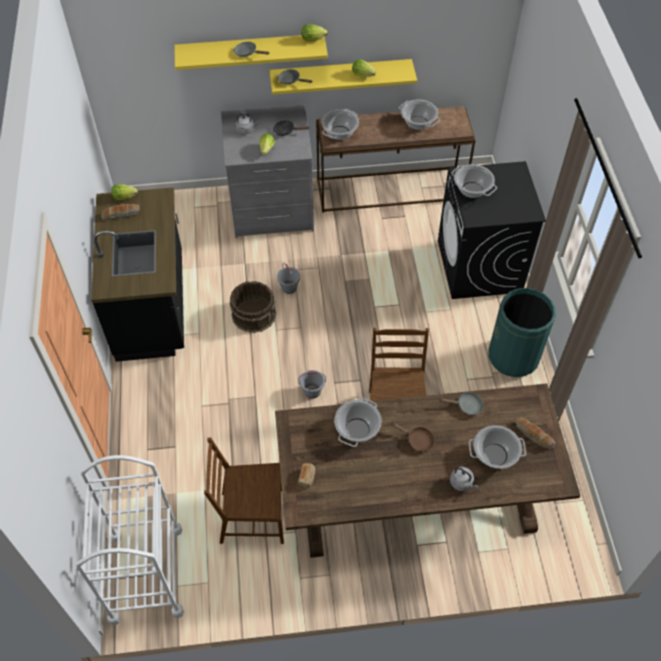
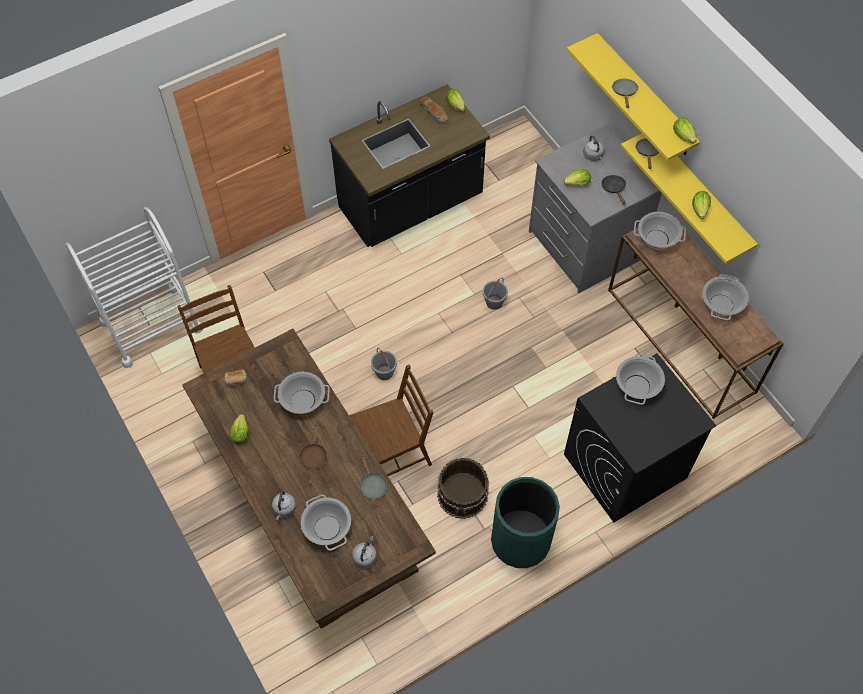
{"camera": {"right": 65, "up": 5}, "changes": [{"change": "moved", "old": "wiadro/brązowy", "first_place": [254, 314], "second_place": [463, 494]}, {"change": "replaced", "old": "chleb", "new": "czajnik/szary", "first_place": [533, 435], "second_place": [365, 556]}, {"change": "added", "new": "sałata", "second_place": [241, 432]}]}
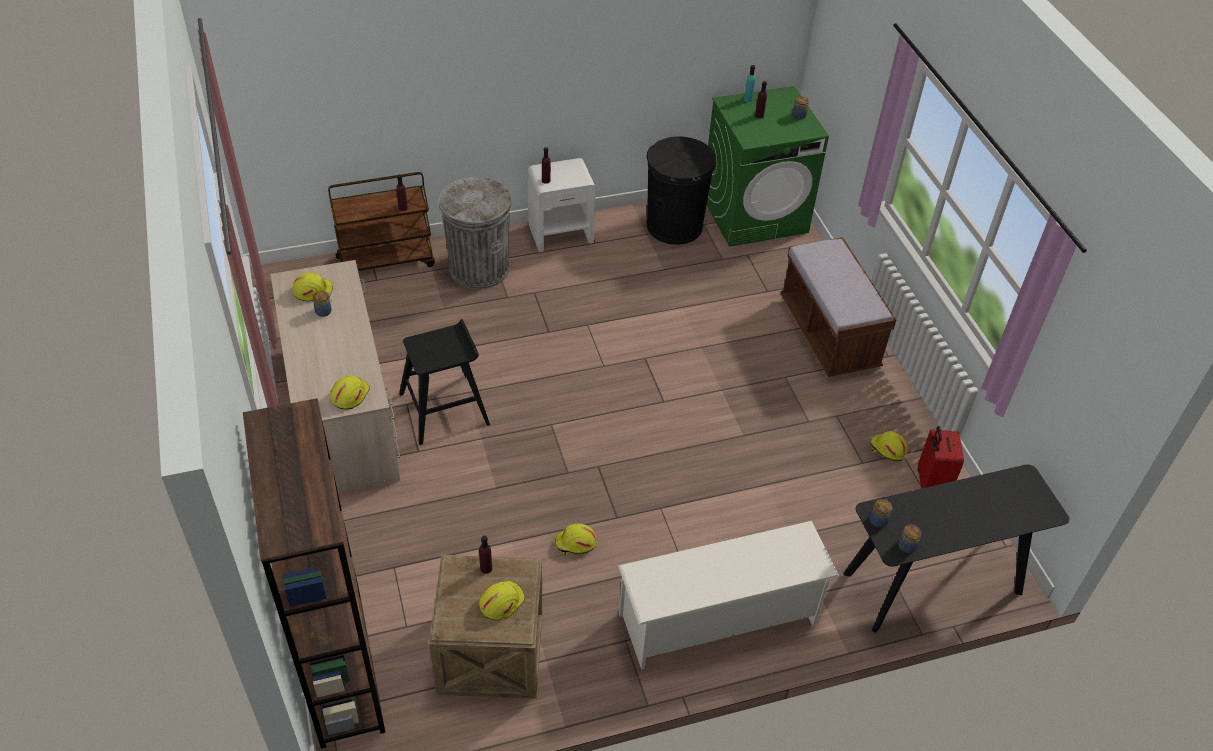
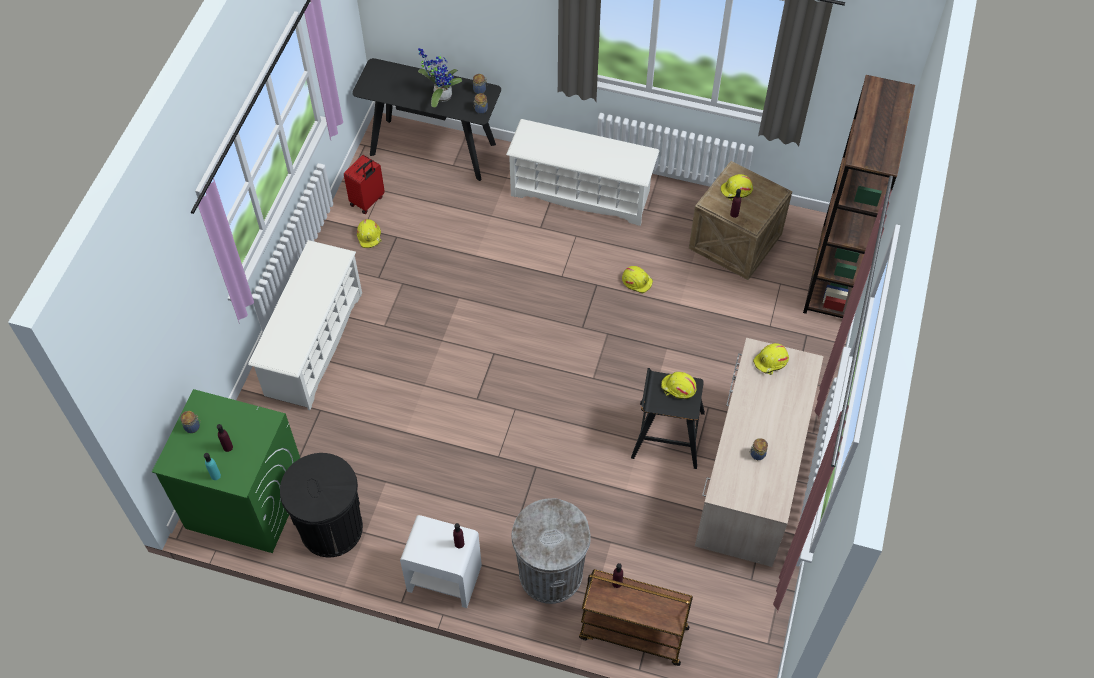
{"camera": {"right": -145, "up": 10}, "changes": [{"change": "moved", "old": "kask/żółty", "first_place": [313, 291], "second_place": [678, 388]}, {"change": "replaced", "old": "ławka/brązowy", "new": "regał na buty/biały", "first_place": [828, 334], "second_place": [313, 344]}, {"change": "added", "new": "roślina doniczkowa", "second_place": [440, 96]}]}
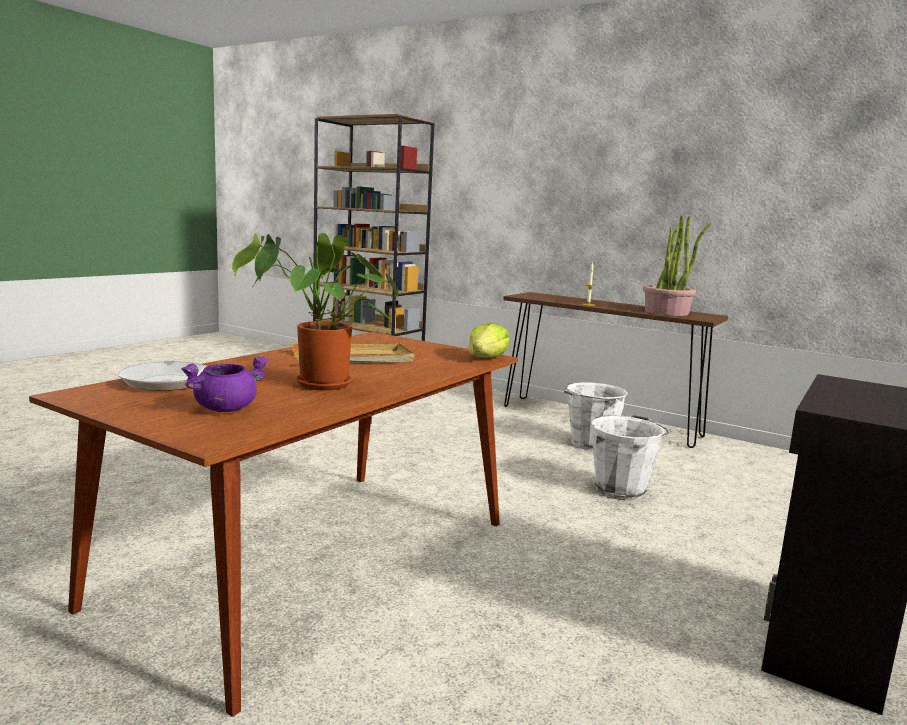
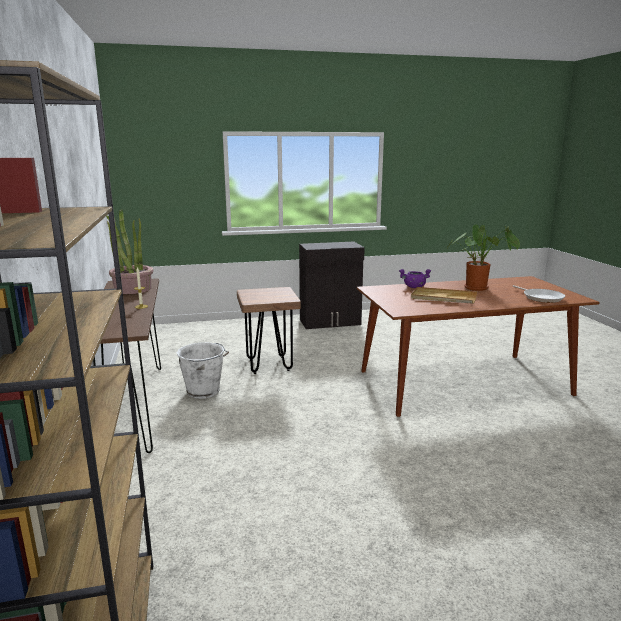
{"camera": {"right": -135, "up": 5}, "changes": [{"change": "moved", "old": "garnek/fioletowy", "first_place": [226, 408], "second_place": [414, 287]}, {"change": "removed", "old": "sałata", "first_place": [486, 358]}, {"change": "replaced", "old": "wiadro/biały", "new": "stołek/brązowy", "first_place": [621, 489], "second_place": [269, 365]}]}
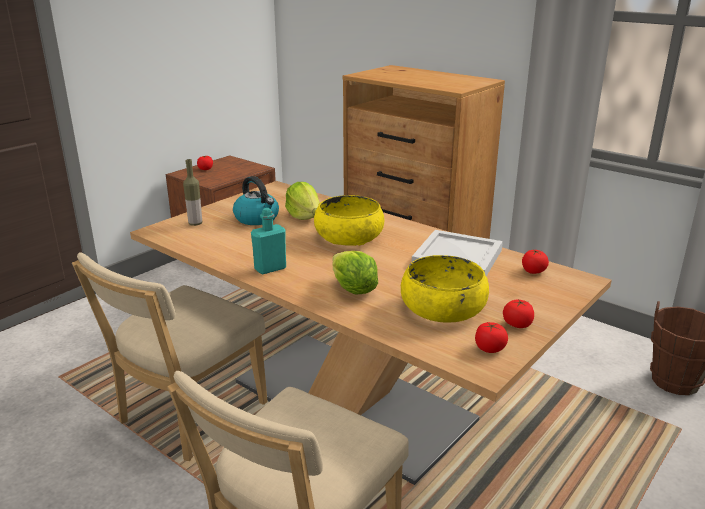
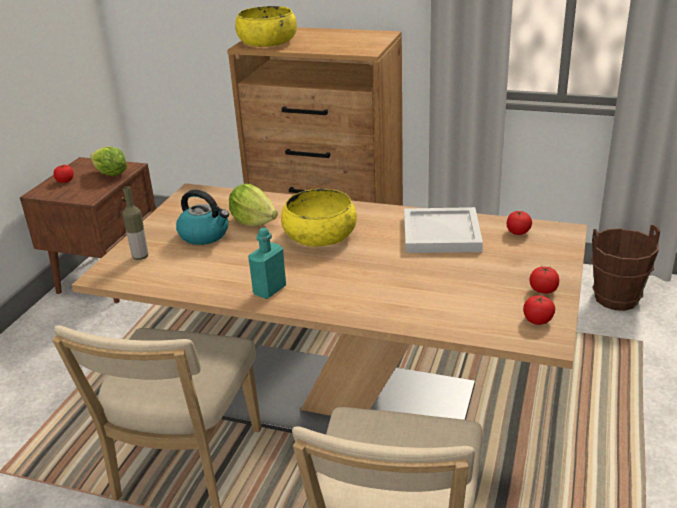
{"camera": {"right": -20, "up": 5}, "changes": [{"change": "moved", "old": "sałata", "first_place": [353, 290], "second_place": [110, 174]}, {"change": "moved", "old": "miska/żółty", "first_place": [442, 308], "second_place": [267, 42]}]}
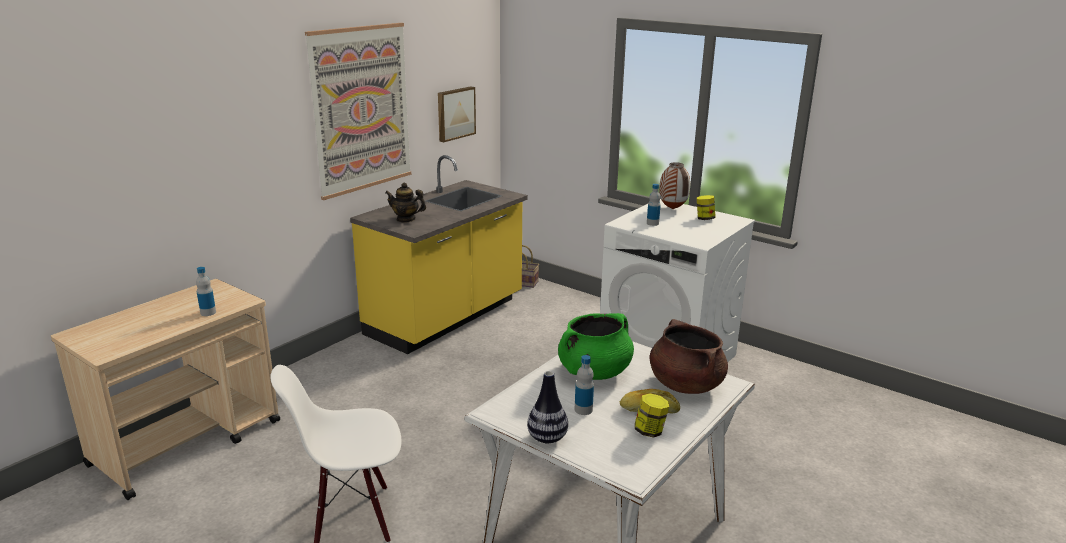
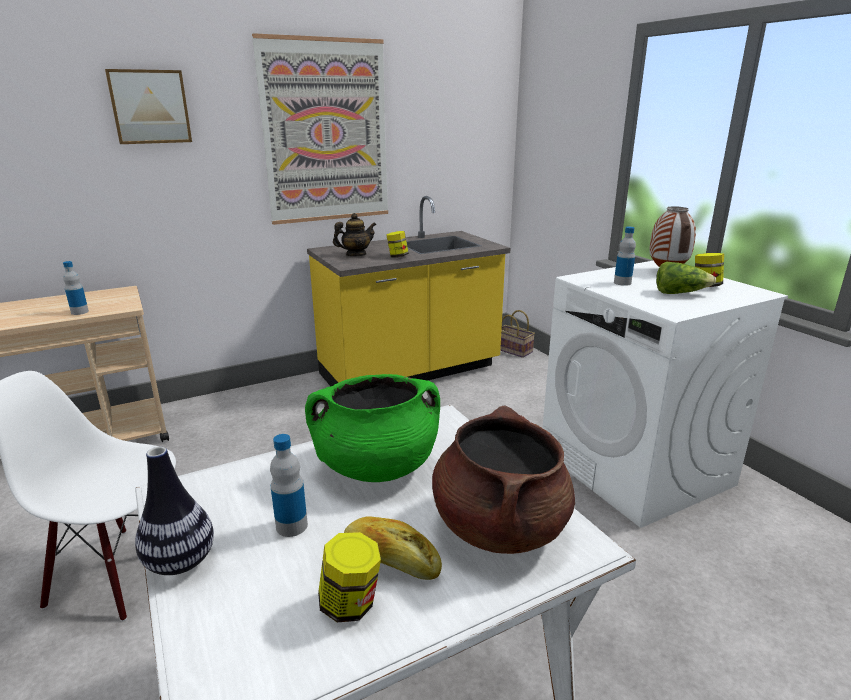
{"camera": {"right": 25, "up": 0}, "changes": [{"change": "turned", "old": "imbryk", "first_place": [406, 219], "second_place": [356, 255], "degrees": 120}, {"change": "moved", "old": "obraz", "first_place": [455, 113], "second_place": [150, 107]}, {"change": "added", "new": "słoik", "second_place": [397, 256]}, {"change": "added", "new": "sałata", "second_place": [679, 293]}]}
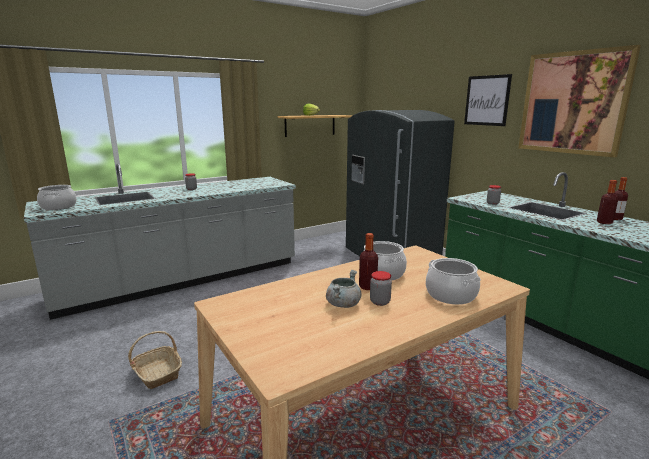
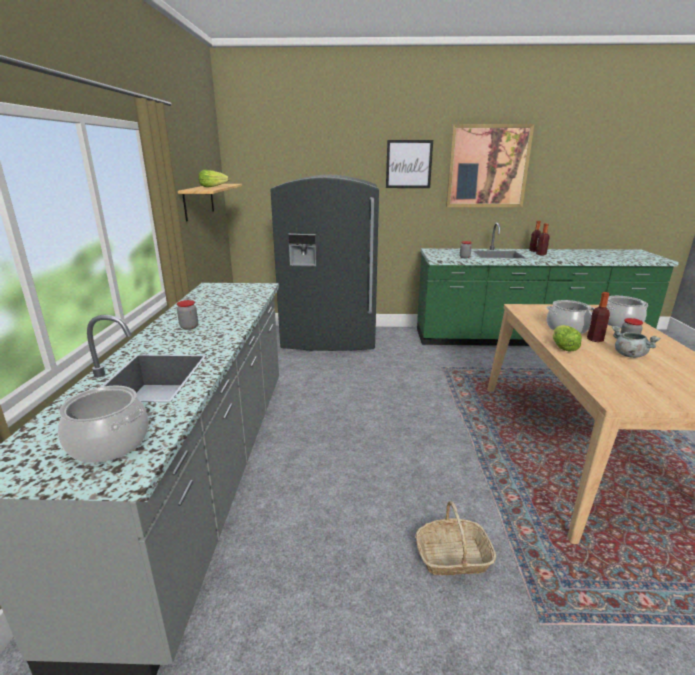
{"camera": {"right": -55, "up": 5}, "changes": [{"change": "added", "new": "sałata", "second_place": [563, 347]}]}
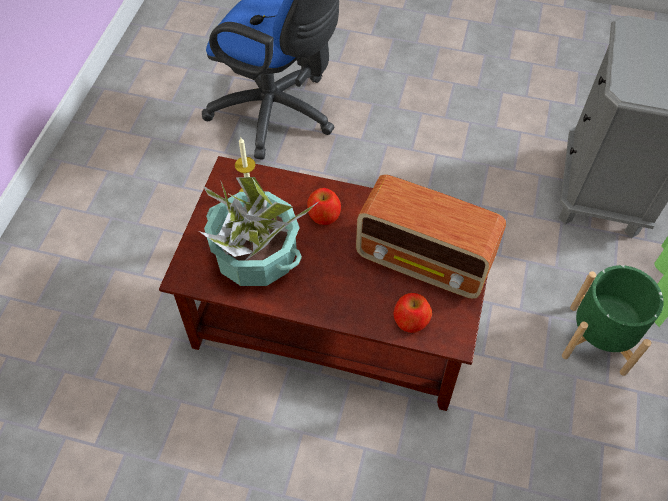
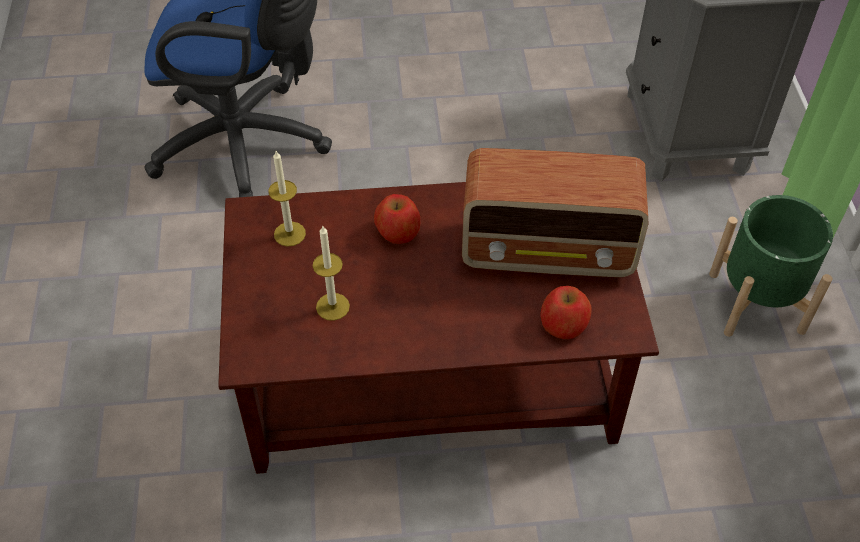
{"camera": {"right": -20, "up": -5}, "changes": [{"change": "replaced", "old": "roślina doniczkowa", "new": "świeca", "first_place": [256, 256], "second_place": [332, 306]}]}
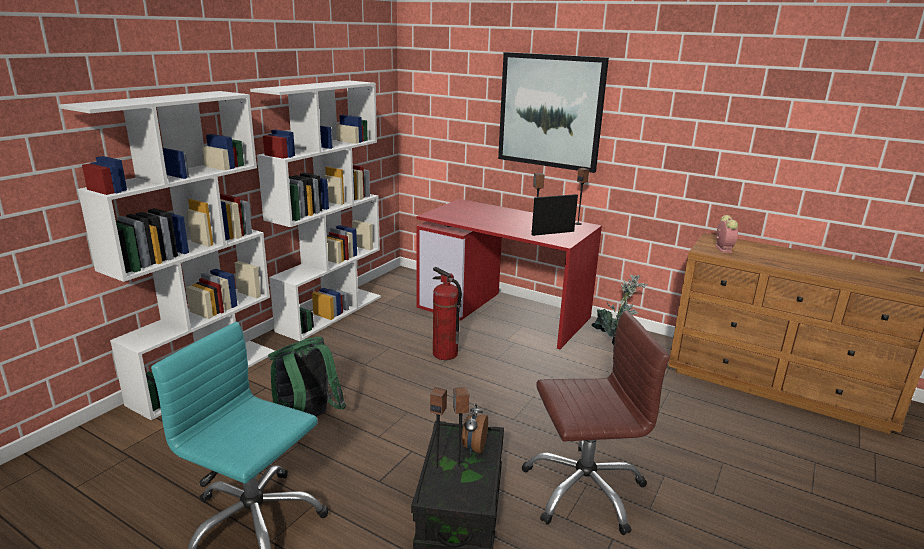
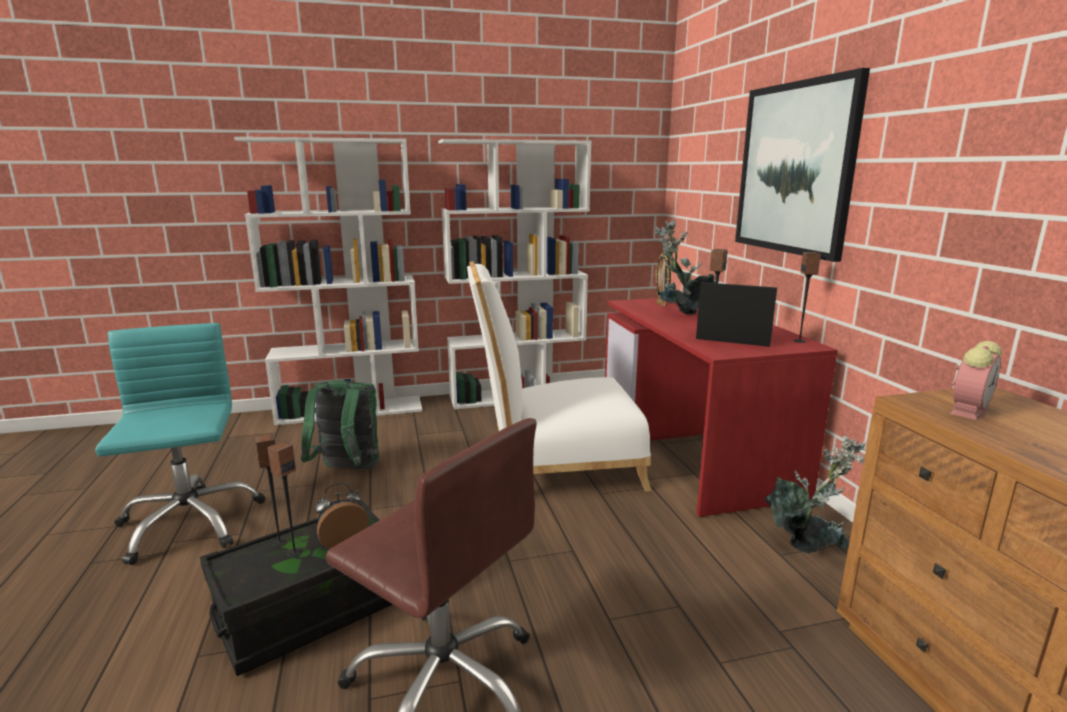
{"camera": {"right": 45, "up": -5}, "changes": [{"change": "replaced", "old": "gaśnica", "new": "krzesło/biały", "first_place": [445, 354], "second_place": [555, 467]}, {"change": "added", "new": "roślina doniczkowa", "second_place": [681, 315]}, {"change": "added", "new": "ramka na zdjęcie", "second_place": [661, 304]}]}
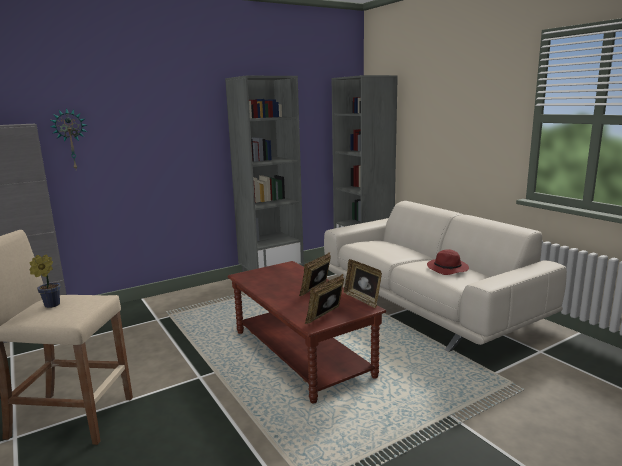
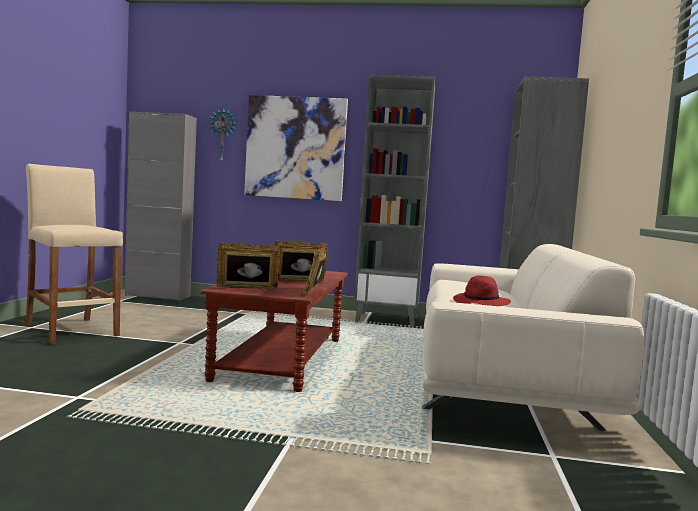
{"camera": {"right": 40, "up": -10}, "changes": [{"change": "removed", "old": "roślina doniczkowa", "first_place": [50, 305]}, {"change": "added", "new": "obraz", "second_place": [295, 148]}]}
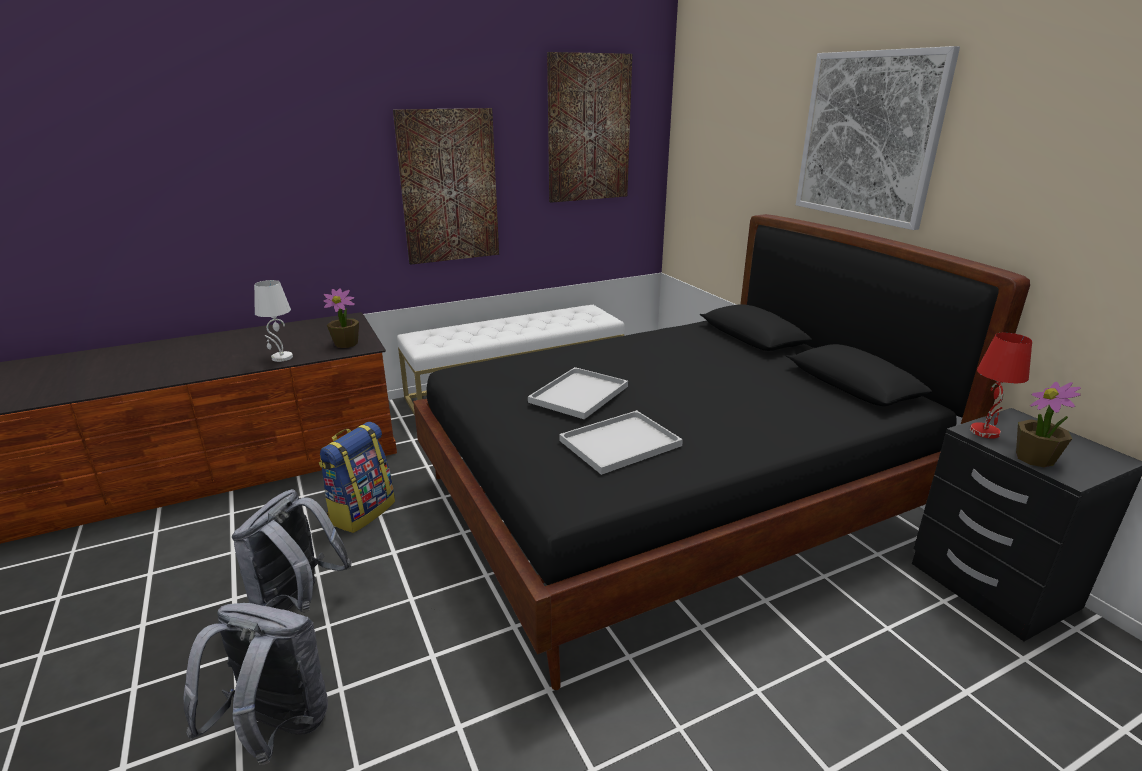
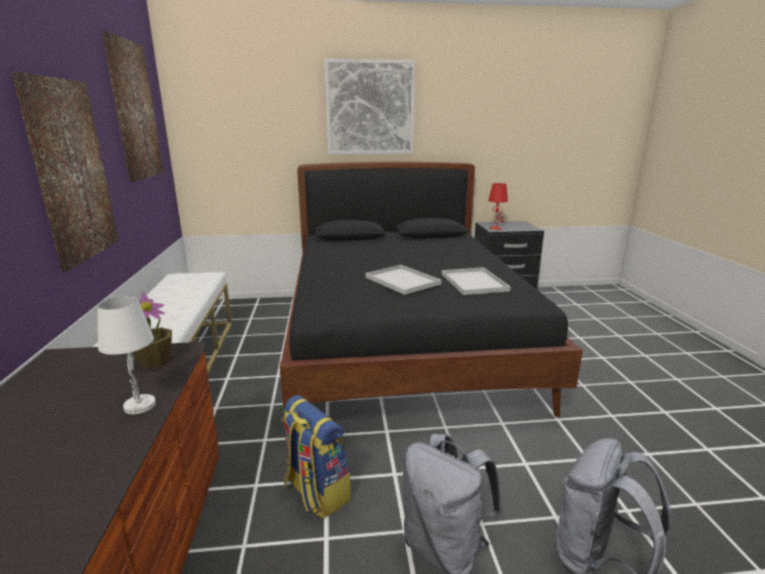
{"camera": {"right": -70, "up": -5}, "changes": [{"change": "removed", "old": "roślina doniczkowa", "first_place": [1034, 459]}]}
